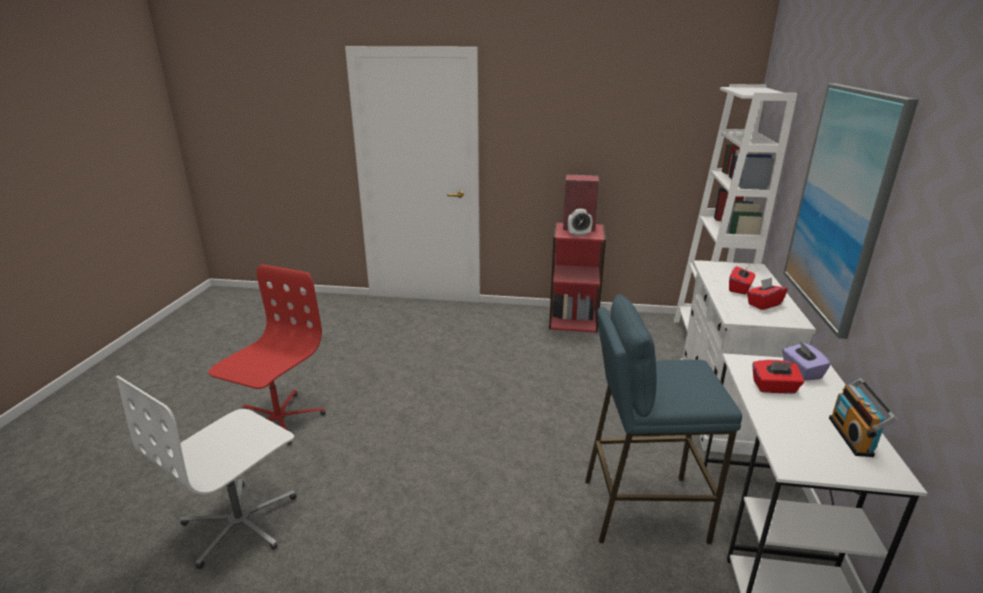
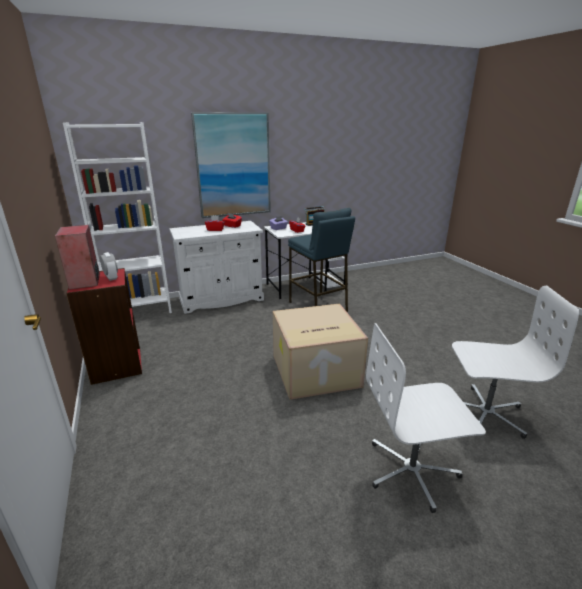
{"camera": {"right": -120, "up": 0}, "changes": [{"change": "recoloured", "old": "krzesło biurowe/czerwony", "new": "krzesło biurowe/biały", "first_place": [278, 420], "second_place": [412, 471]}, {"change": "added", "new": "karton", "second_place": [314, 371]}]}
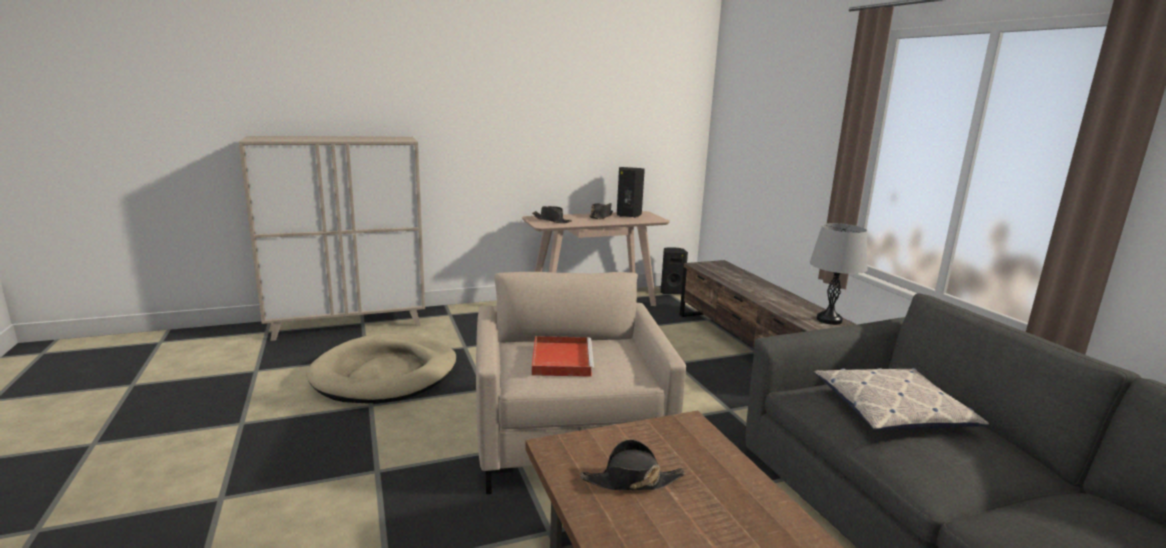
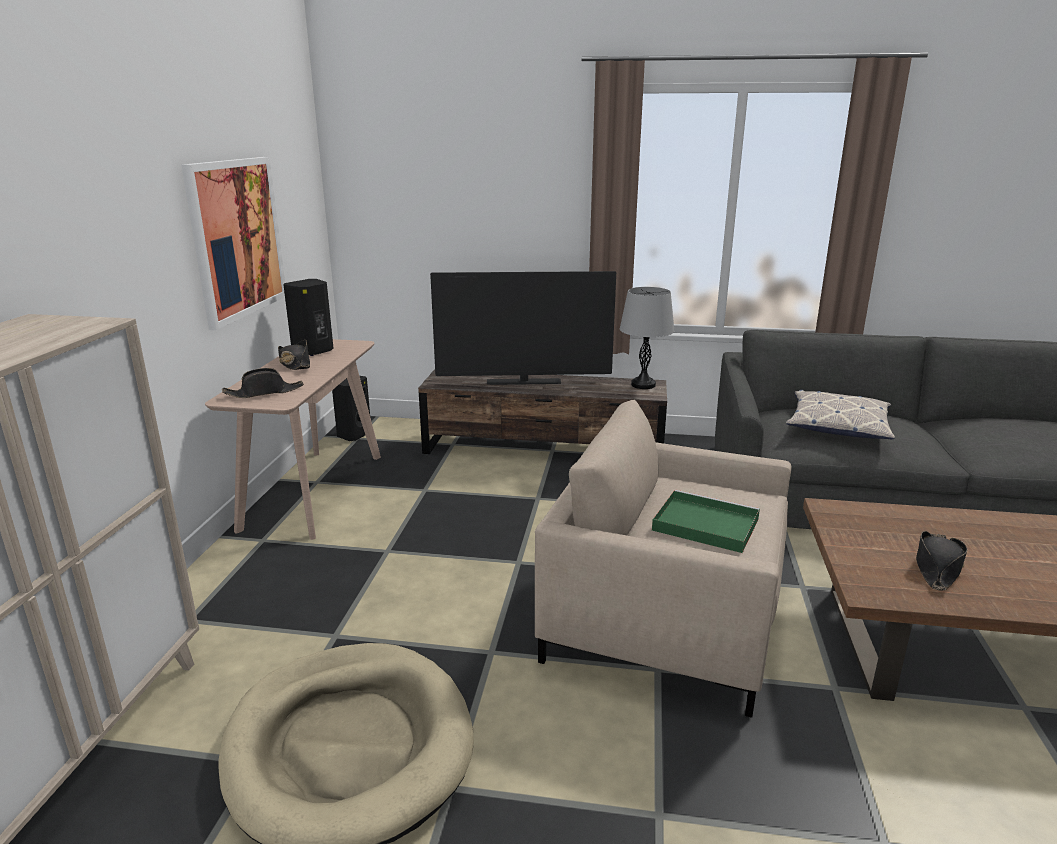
{"camera": {"right": -60, "up": 5}, "changes": [{"change": "recoloured", "old": "taca/czerwony", "new": "taca/zielony", "first_place": [561, 359], "second_place": [703, 524]}, {"change": "added", "new": "obraz", "second_place": [237, 238]}, {"change": "added", "new": "telewizor", "second_place": [523, 382]}]}
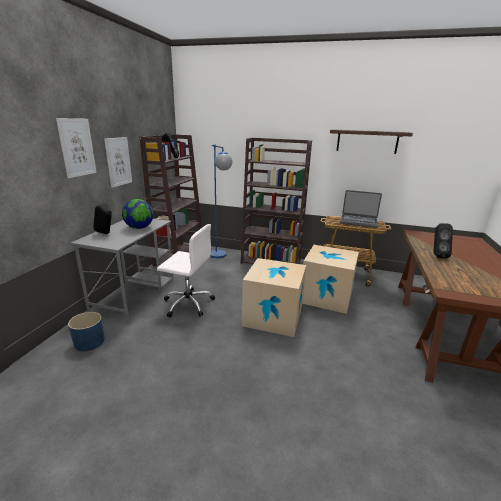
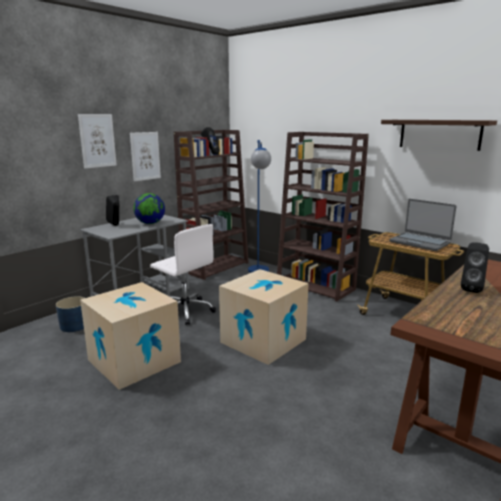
{"camera": {"right": 25, "up": -5}, "changes": [{"change": "moved", "old": "karton", "first_place": [326, 297], "second_place": [134, 361]}]}
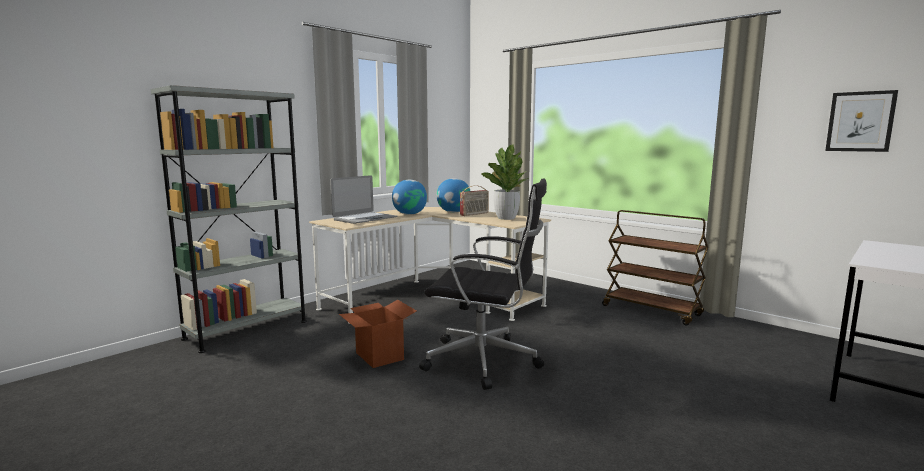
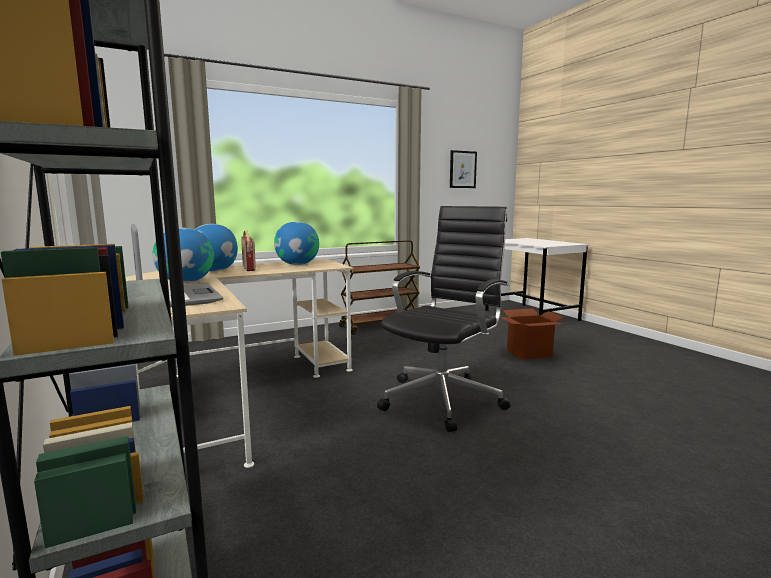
{"camera": {"right": -70, "up": 0}, "changes": [{"change": "moved", "old": "karton", "first_place": [379, 356], "second_place": [529, 353]}, {"change": "replaced", "old": "roślina doniczkowa", "new": "globus", "first_place": [506, 218], "second_place": [297, 264]}]}
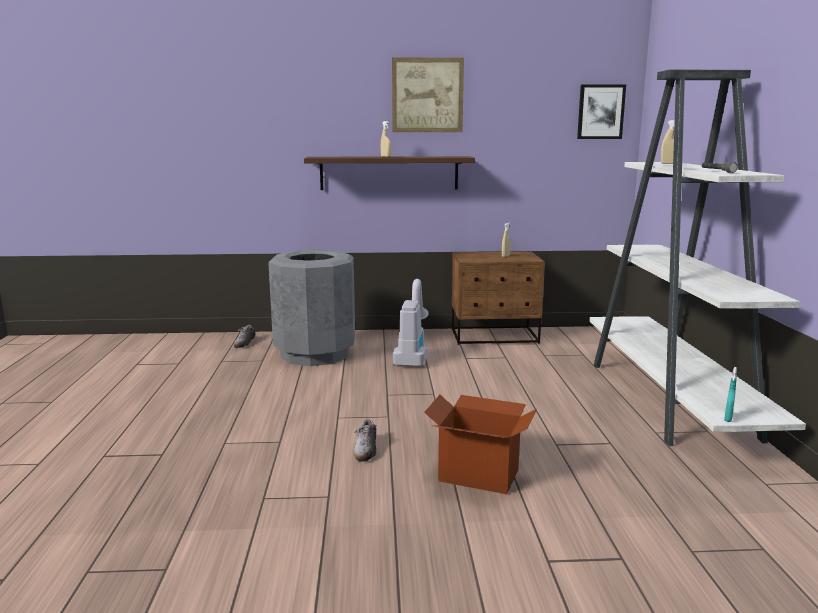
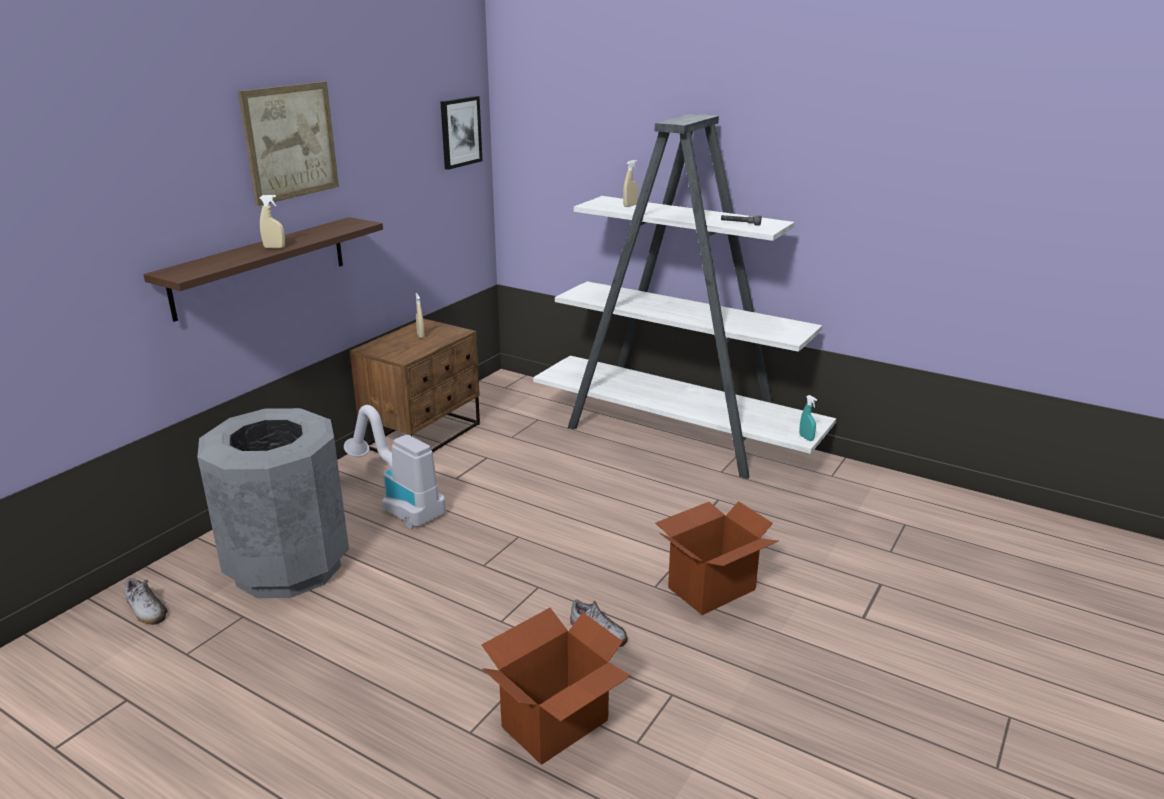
{"camera": {"right": -55, "up": 10}, "changes": [{"change": "added", "new": "karton", "second_place": [556, 724]}]}
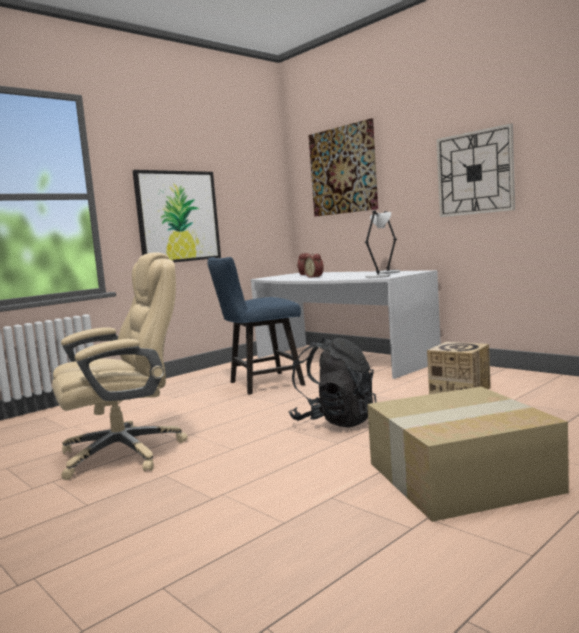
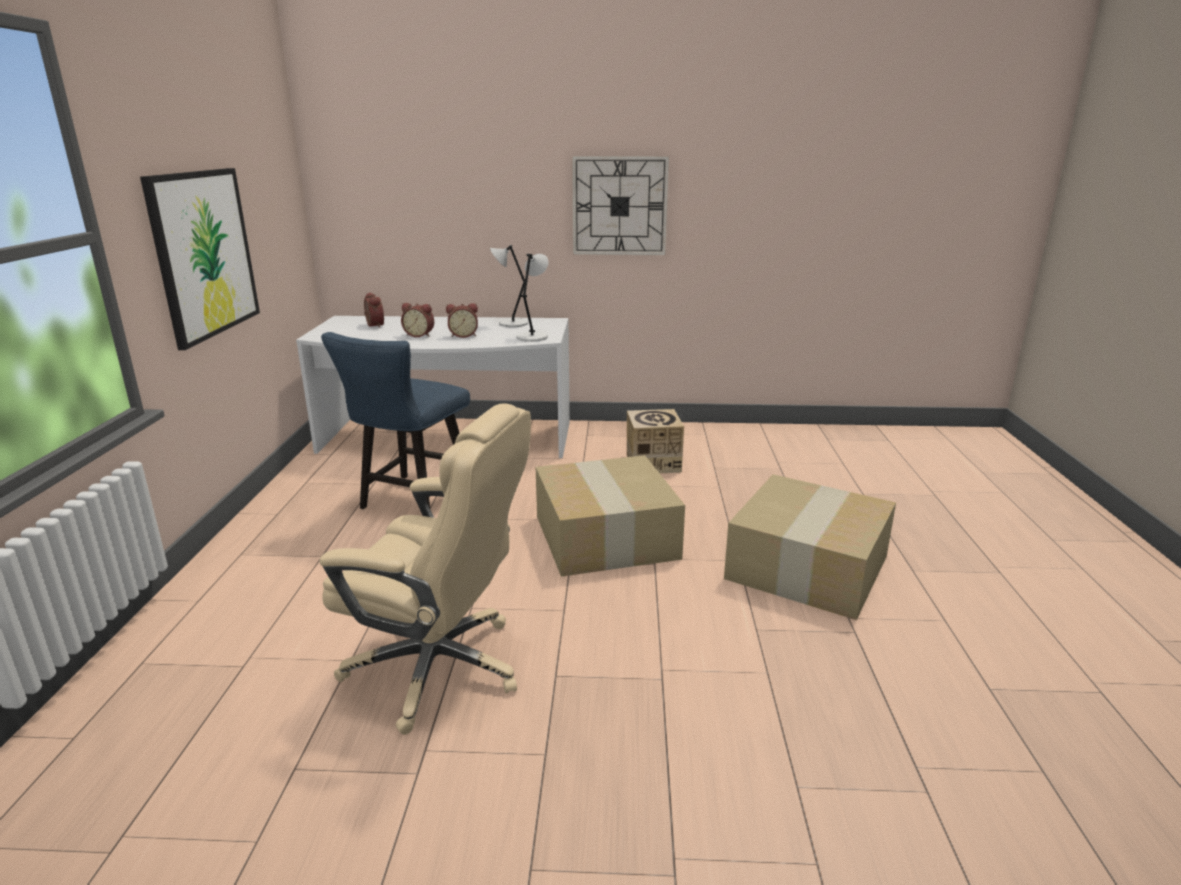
{"camera": {"right": -45, "up": 15}, "changes": [{"change": "turned", "old": "krzesło biurowe/beżowy", "first_place": [125, 453], "second_place": [439, 667], "degrees": 90}, {"change": "replaced", "old": "plecak/czarny", "new": "karton", "first_place": [335, 421], "second_place": [603, 536]}, {"change": "removed", "old": "obraz", "first_place": [343, 170]}, {"change": "added", "new": "budzik", "second_place": [463, 335]}]}
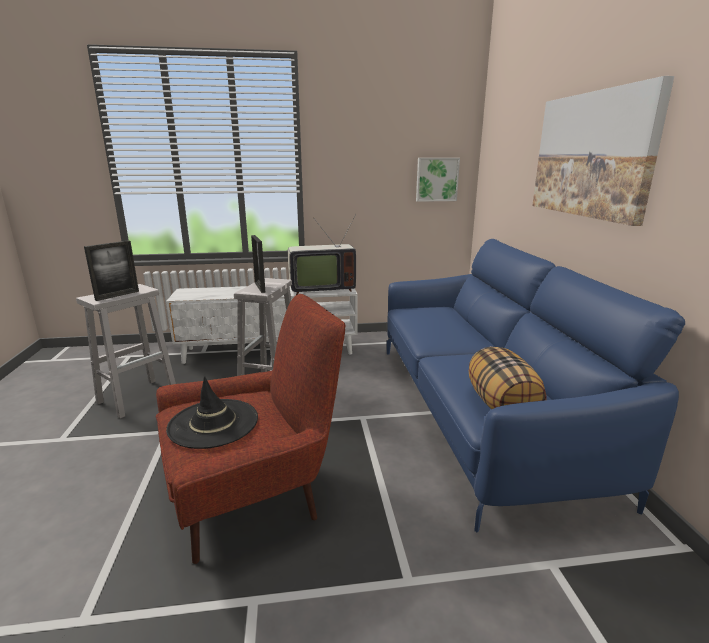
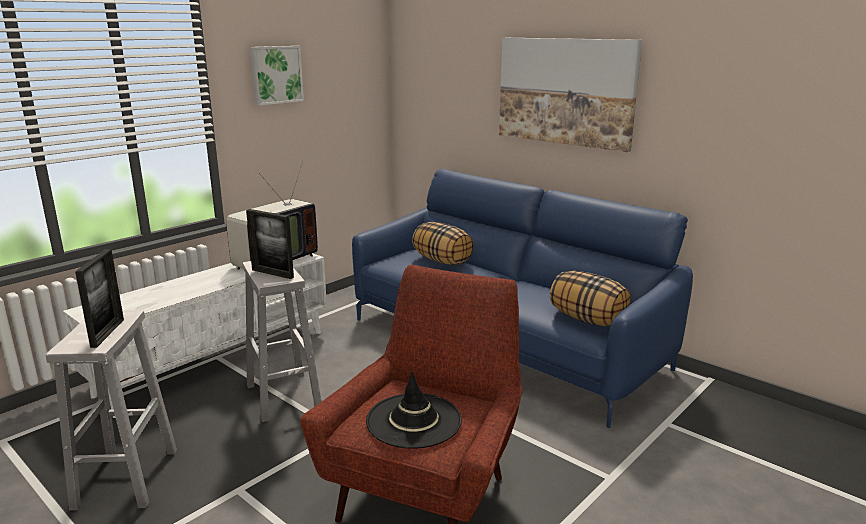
{"camera": {"right": -40, "up": 0}, "changes": [{"change": "moved", "old": "obraz", "first_place": [436, 179], "second_place": [275, 74]}, {"change": "added", "new": "poduszka", "second_place": [442, 261]}]}
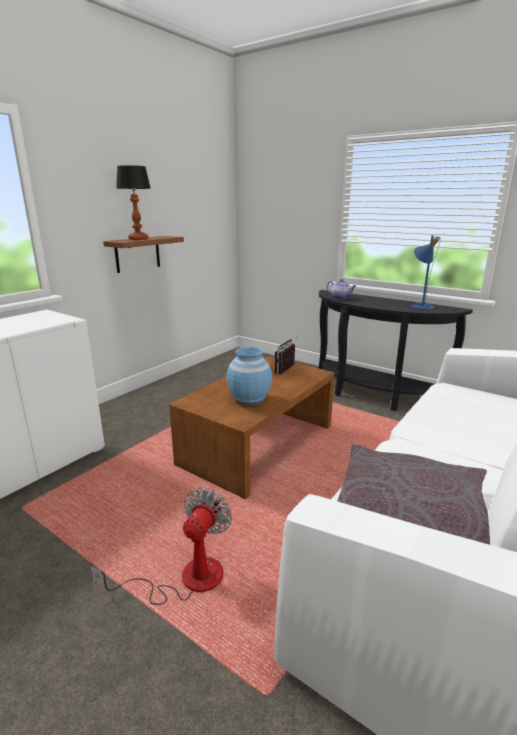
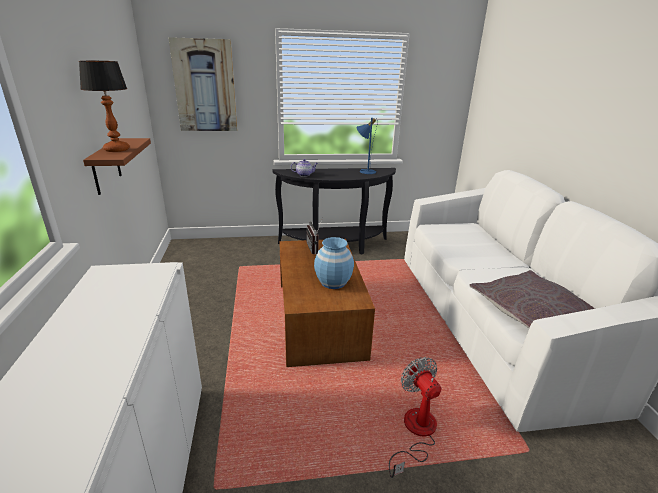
{"camera": {"right": -45, "up": 5}, "changes": [{"change": "added", "new": "obraz", "second_place": [205, 86]}]}
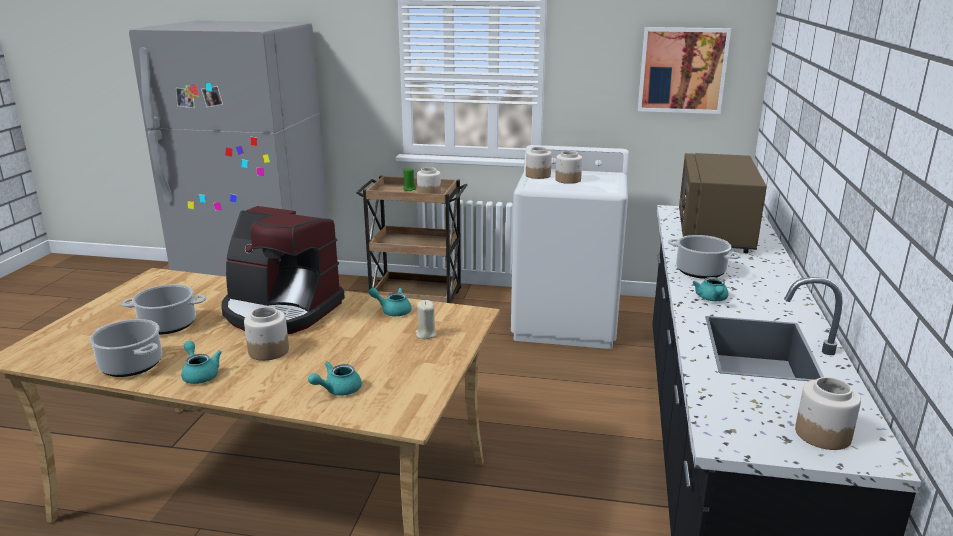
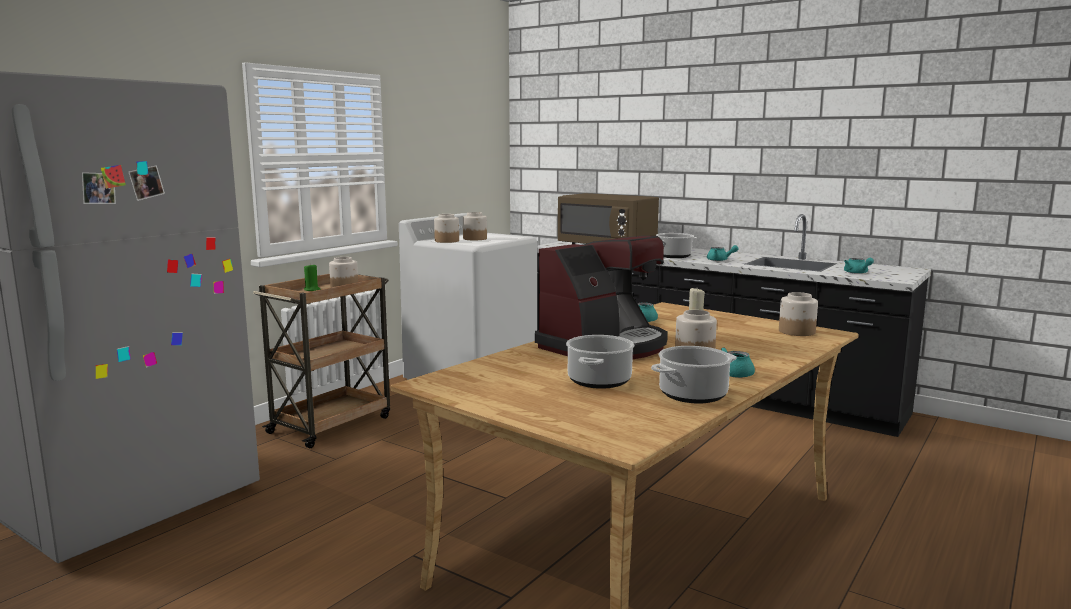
{"camera": {"right": -65, "up": -10}, "changes": [{"change": "moved", "old": "imbryk/turkusowy", "first_place": [337, 390], "second_place": [857, 273]}, {"change": "removed", "old": "obraz", "first_place": [682, 70]}, {"change": "moved", "old": "słoik", "first_place": [822, 434], "second_place": [796, 331]}]}
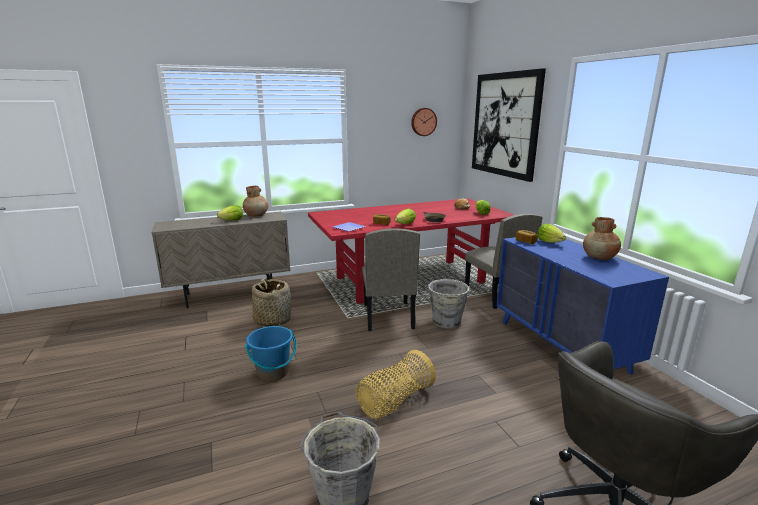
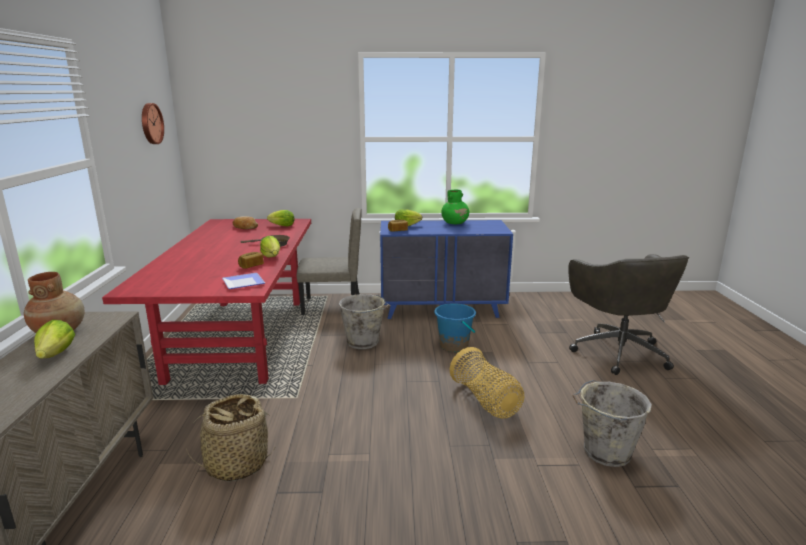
{"camera": {"right": -70, "up": 0}, "changes": [{"change": "moved", "old": "wiadro/niebieski", "first_place": [273, 373], "second_place": [454, 346]}, {"change": "removed", "old": "krzesło/beżowy", "first_place": [387, 316]}, {"change": "removed", "old": "obraz", "first_place": [505, 125]}, {"change": "recoloured", "old": "wazon/brązowy", "new": "wazon/zielony", "first_place": [599, 258], "second_place": [455, 223]}]}
